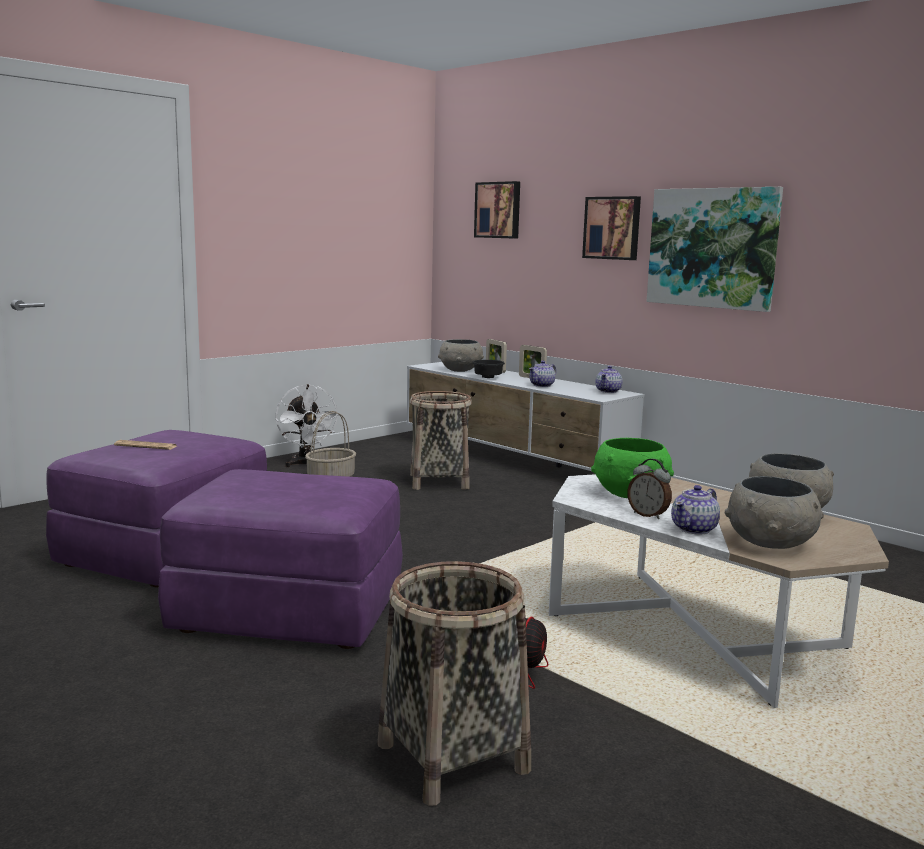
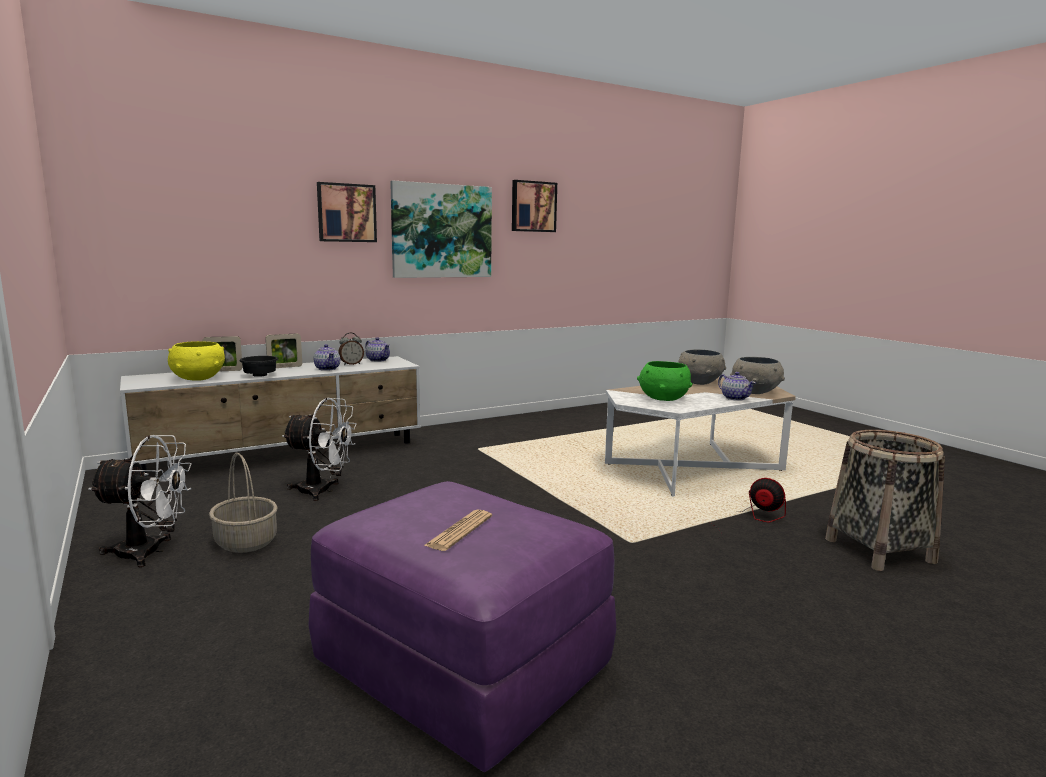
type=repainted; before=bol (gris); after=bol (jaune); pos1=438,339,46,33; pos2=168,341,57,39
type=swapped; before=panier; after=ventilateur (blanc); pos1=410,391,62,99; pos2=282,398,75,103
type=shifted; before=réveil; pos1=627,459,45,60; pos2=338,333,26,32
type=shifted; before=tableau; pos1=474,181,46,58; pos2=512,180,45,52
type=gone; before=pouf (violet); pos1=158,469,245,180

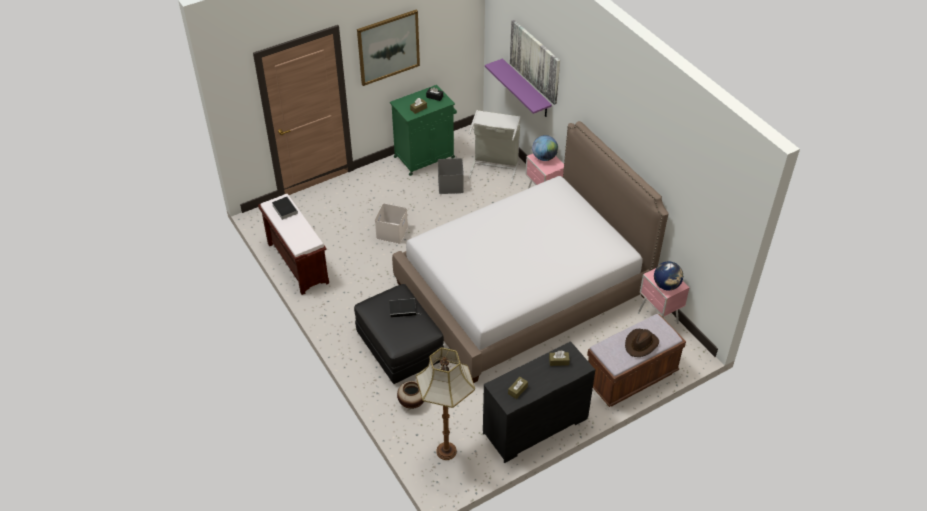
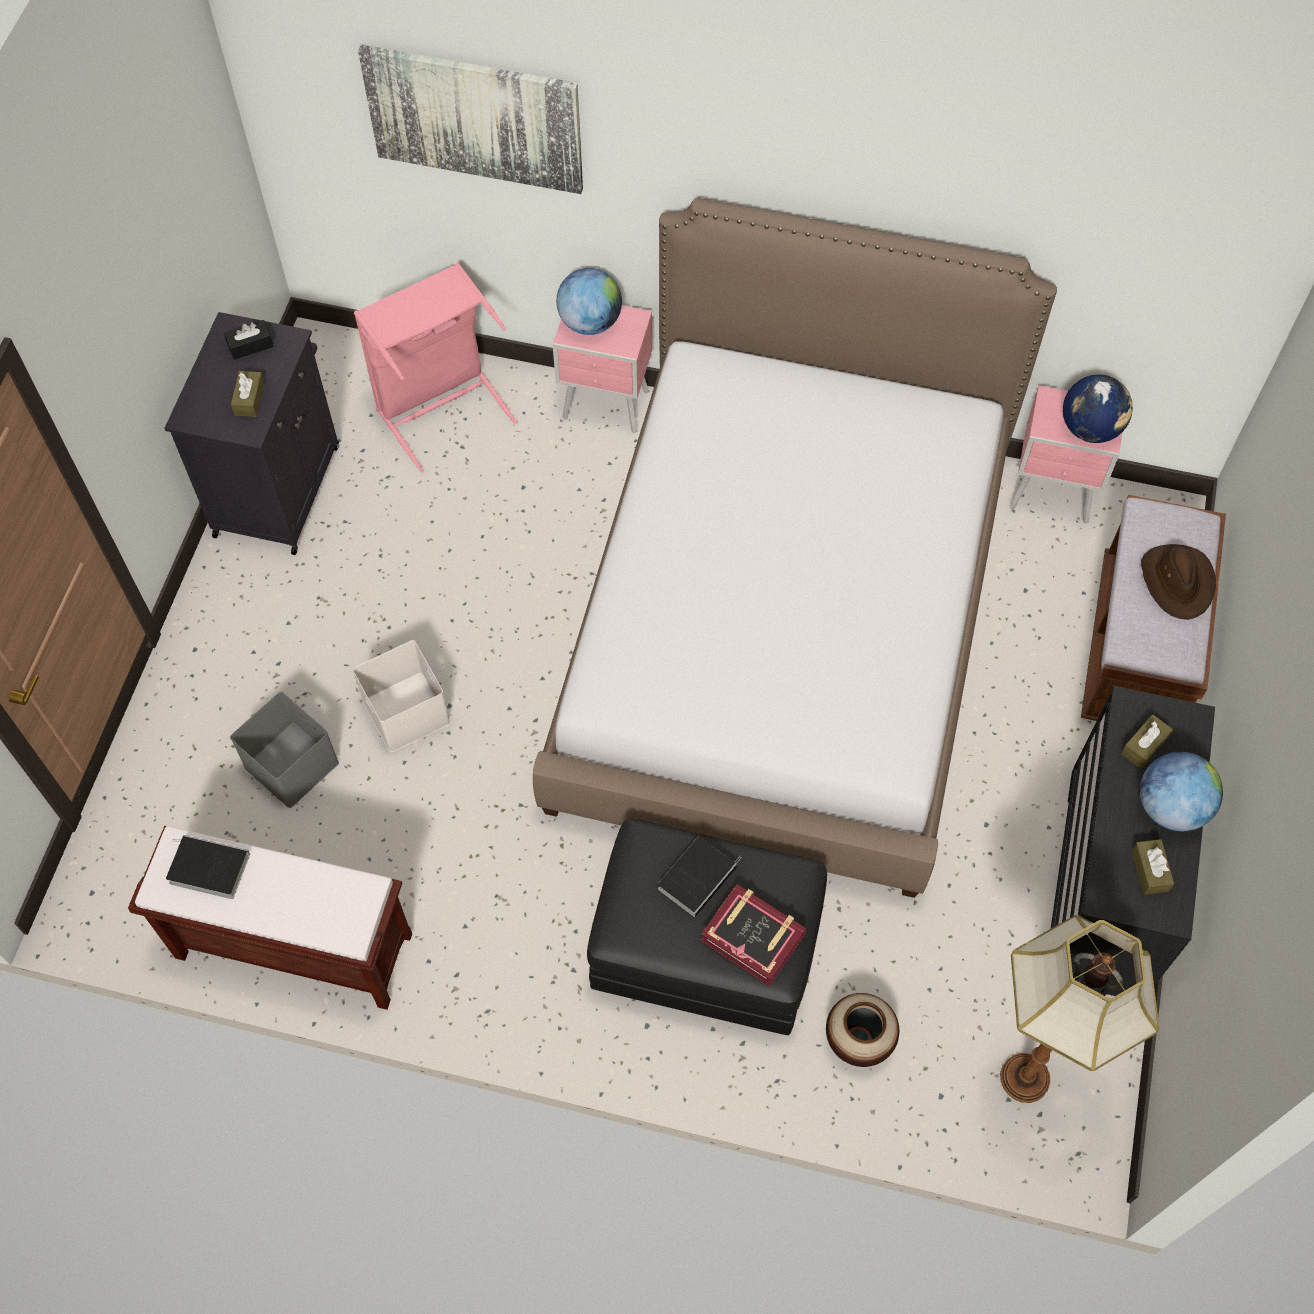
type=repainted; before=meuble de rangement (vert); after=meuble de rangement (noir); pos1=390,85,67,91; pos2=164,312,175,243
type=shifted; before=boîte de rangement (gris); pos1=438,158,26,36; pos2=230,692,109,116
type=repainted; before=panier à linge (gris); after=panier à linge (rose); pos1=468,110,53,75; pos2=354,263,163,209
type=new; after=livre; pos2=701,884,105,103
type=new; after=globe; pos2=1140,752,83,79
type=gone; before=tableau; pos1=357,10,63,76
type=gone; before=étagère (violet); pos1=485,58,67,59

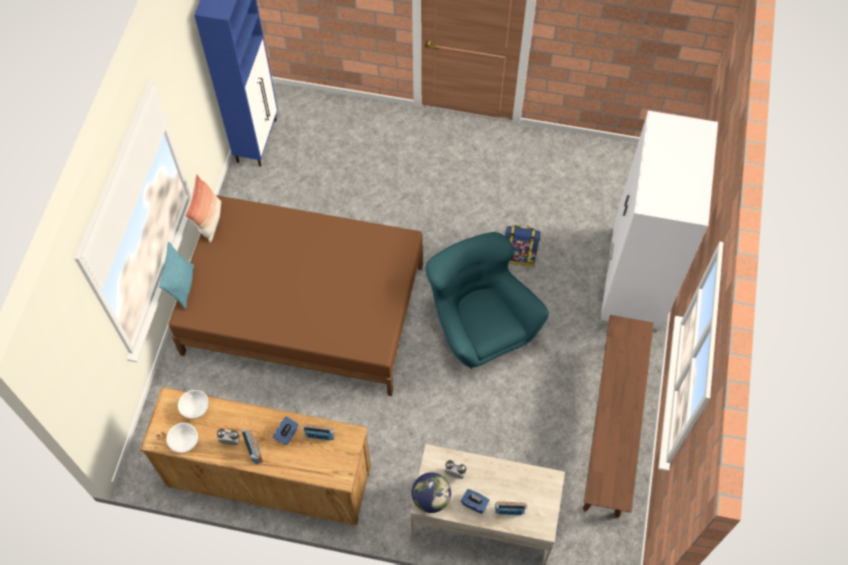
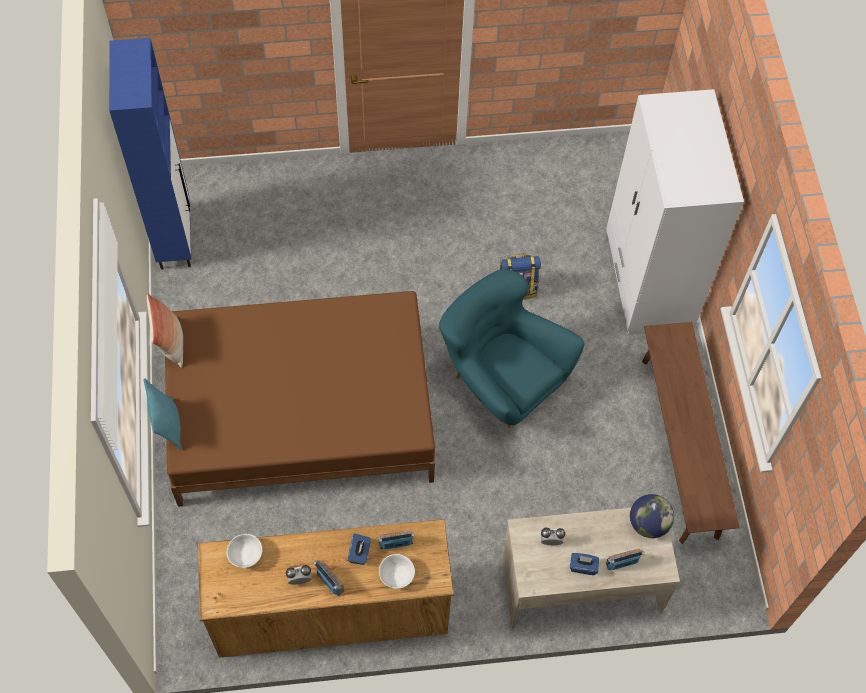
type=shifted; before=bol (blanc); pos1=166,423,32,30; pos2=379,554,36,35
type=shifted; before=globe; pos1=412,472,39,41; pos2=630,494,44,44

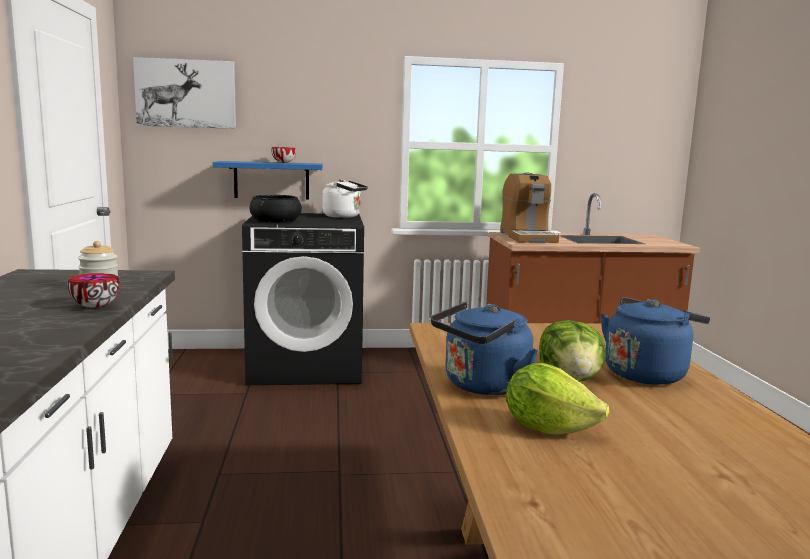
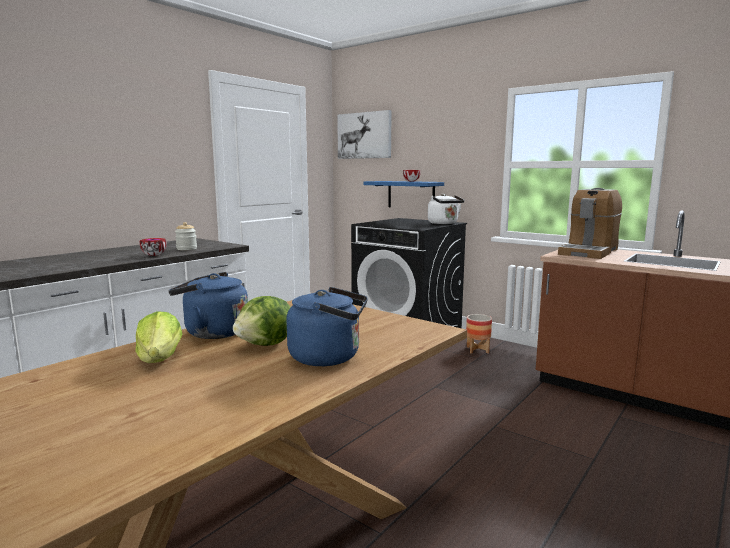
type=new; after=cache-pot; pos2=466,314,26,40
type=gone; before=bol (noir); pos1=250,195,52,28

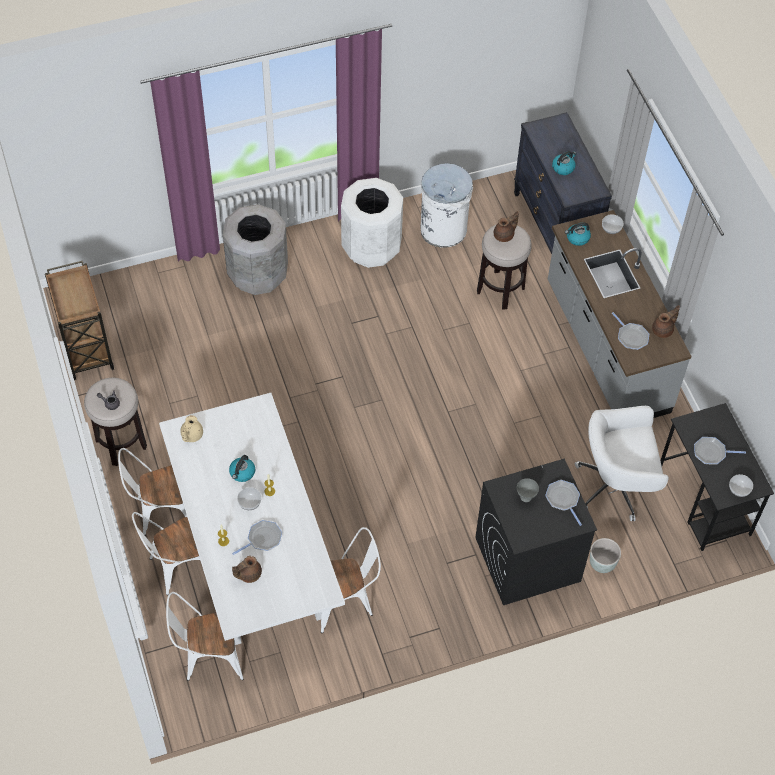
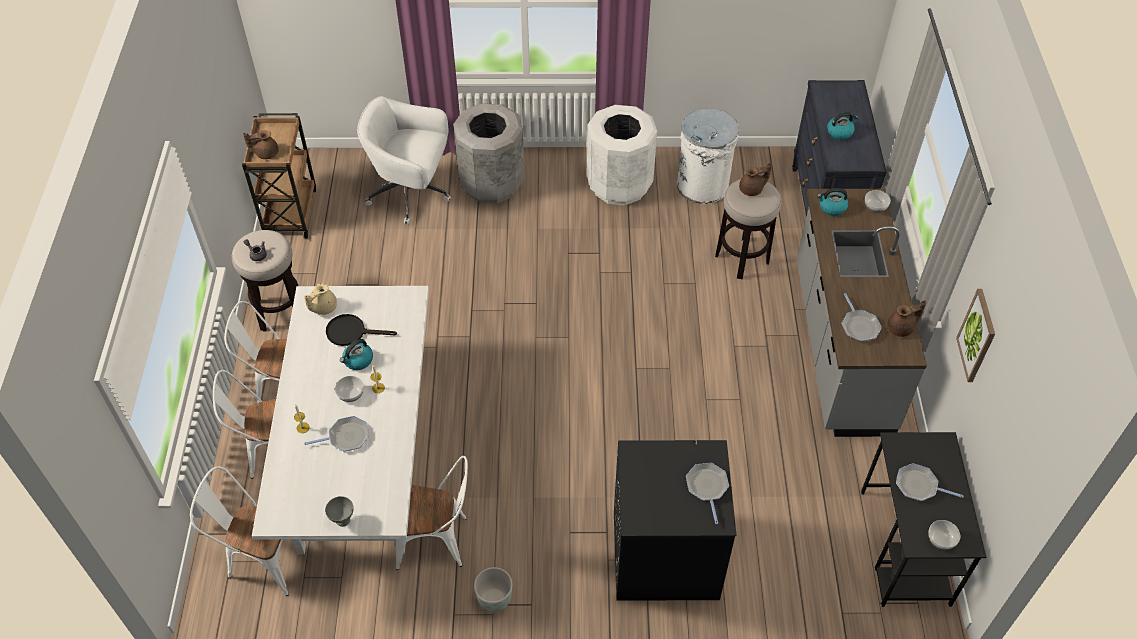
type=shifted; before=théière (marron); pos1=232,556,30,27; pos2=243,130,36,29
type=shifted; before=bol (gris); pos1=517,478,22,24; pos2=325,496,29,31
type=new; after=poêle (noir); pos2=326,314,71,32
type=shifted; before=chaise de bureau (blanc); pos1=575,406,94,115; pos2=357,96,94,129
type=shifted; before=cache-pot (gris); pos1=590,538,31,35; pos2=474,567,38,45
type=new; after=tableau; pos2=956,289,39,93

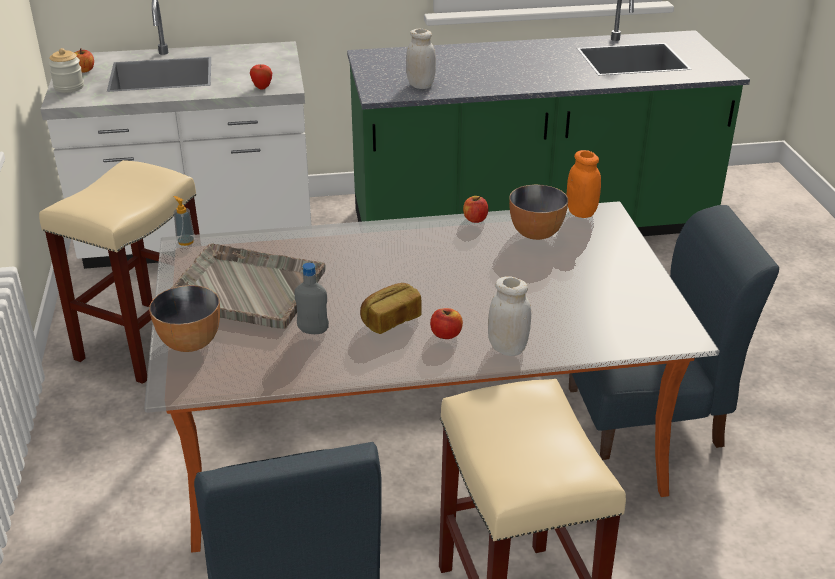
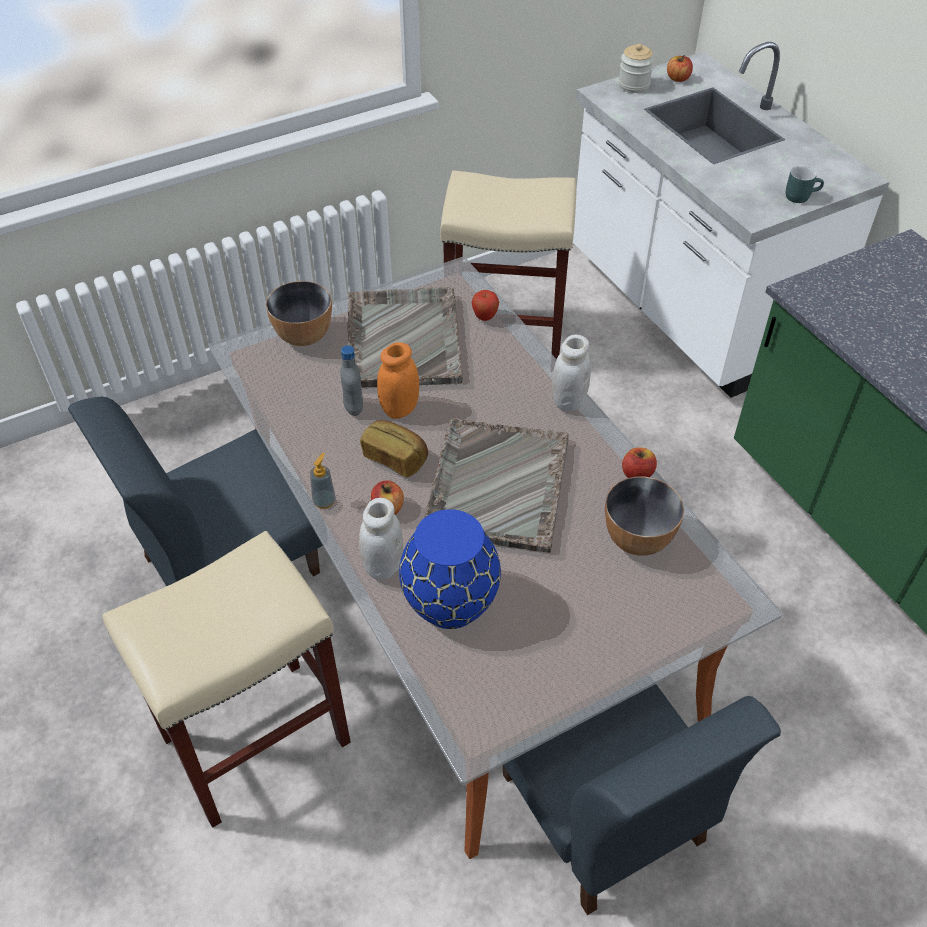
type=shifted; before=distributeur de savon; pos1=173,196,22,50; pos2=310,453,26,56
type=shifted; before=bocal (orange); pos1=567,150,34,68; pos2=377,342,42,77
type=new; after=vase (bleu); pos2=399,509,102,120
type=new; after=plateau (gris); pos2=425,418,144,135
type=shifted; before=pomme; pos1=250,64,22,26; pos2=472,290,27,31
type=shifted; before=bocal (blanc); pos1=406,29,30,60; pos2=552,335,39,76
type=new; after=mug (turquoise); pos2=786,166,38,37

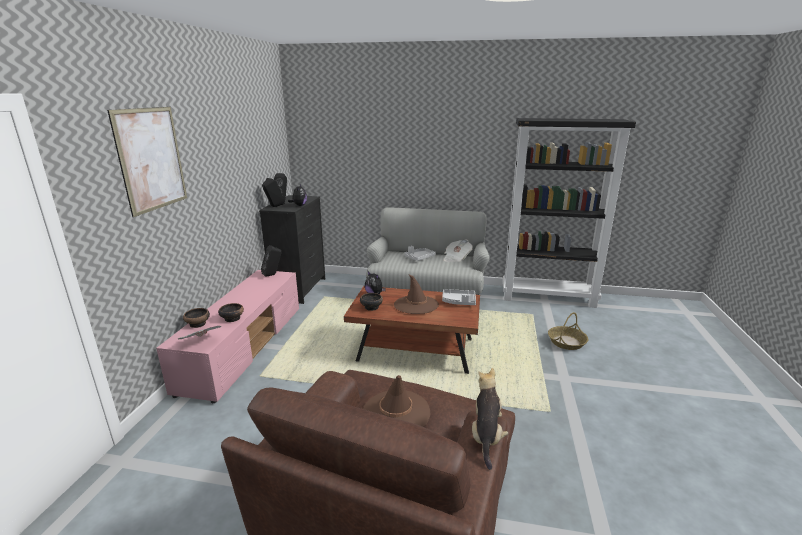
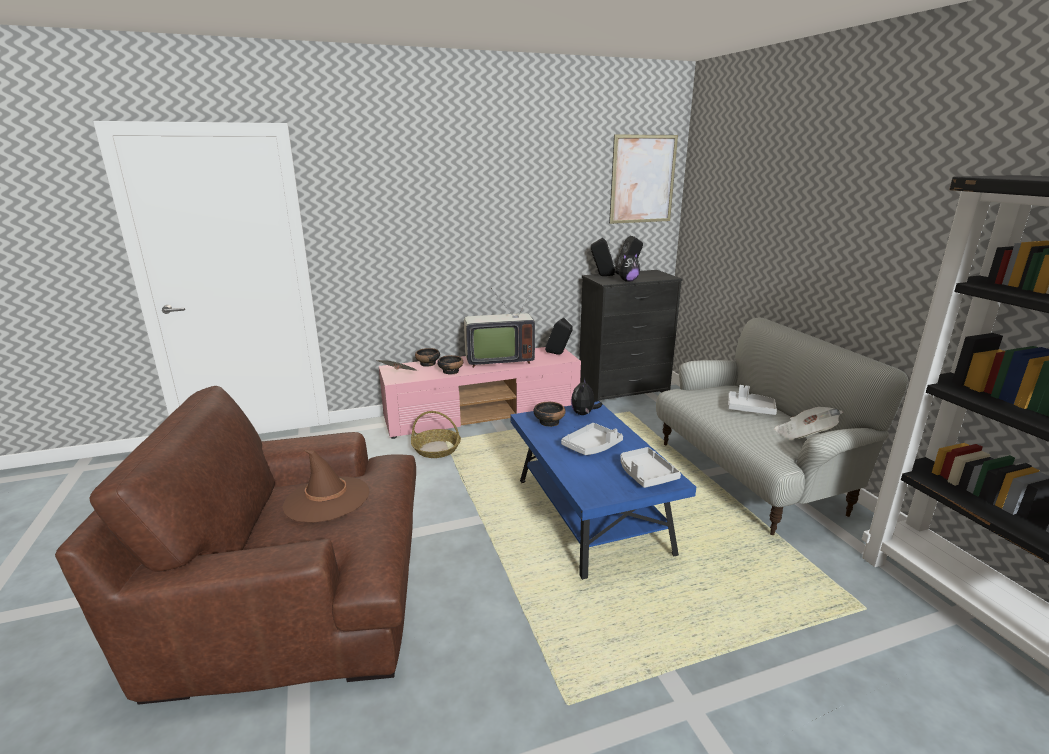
type=shifted; before=panier; pos1=548,312,40,38; pos2=411,411,50,47
type=new; after=téléviseur; pos2=464,283,72,85
type=repainted; before=table basse (marron); after=table basse (bleu); pos1=344,286,136,88; pos2=510,401,186,179
type=swapped; before=chapeau (marron); after=plateau (gris); pos1=394,274,45,40; pos2=561,423,62,32
type=shifted; before=tableau; pos1=107,107,80,110; pos2=609,134,69,90
type=gone; before=peluche; pos1=472,368,36,102

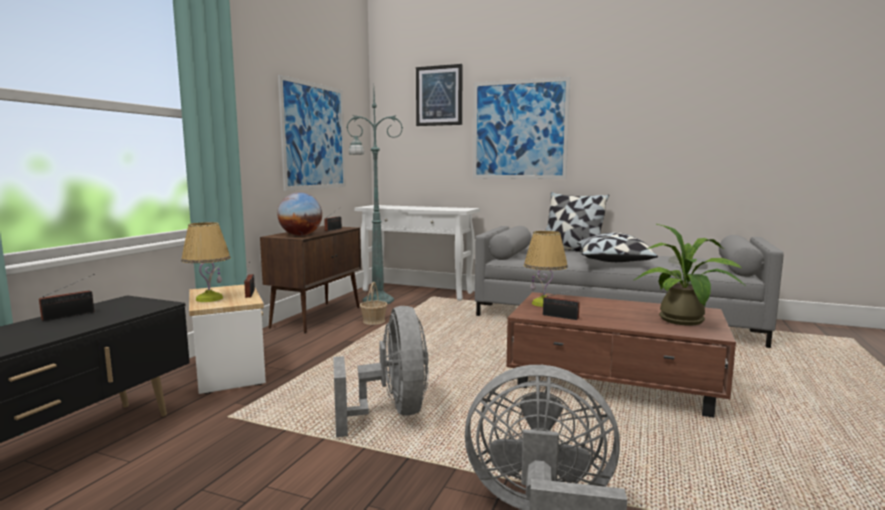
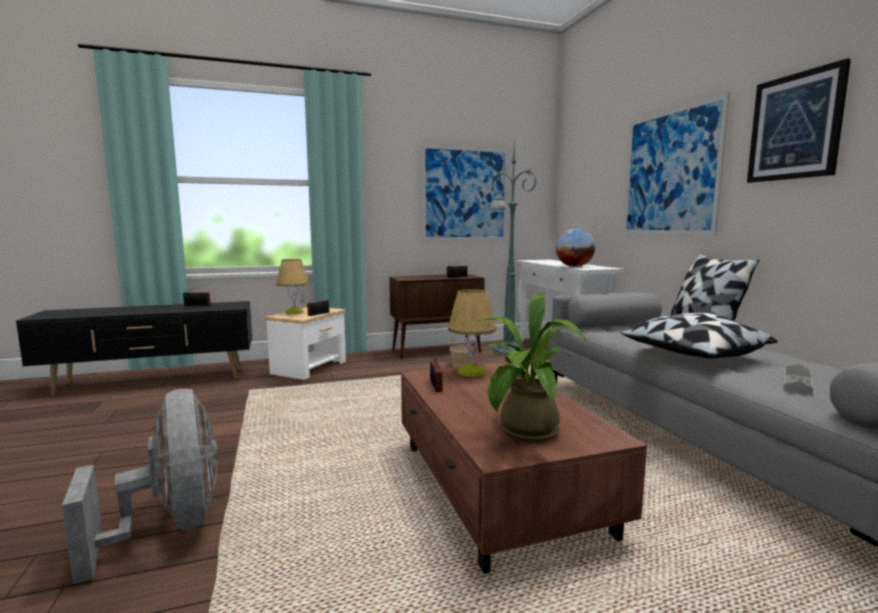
type=shifted; before=globe; pos1=277,192,45,44; pos2=556,228,39,39
type=shifted; before=tableau; pos1=416,64,47,62; pos2=747,58,104,125
type=gone; before=ventilateur (gris); pos1=333,306,96,131

